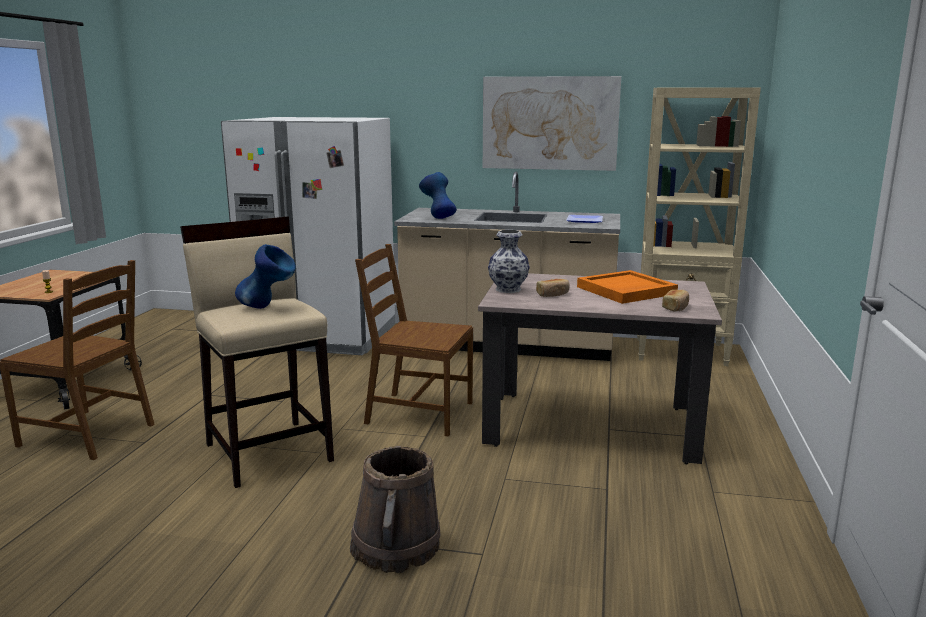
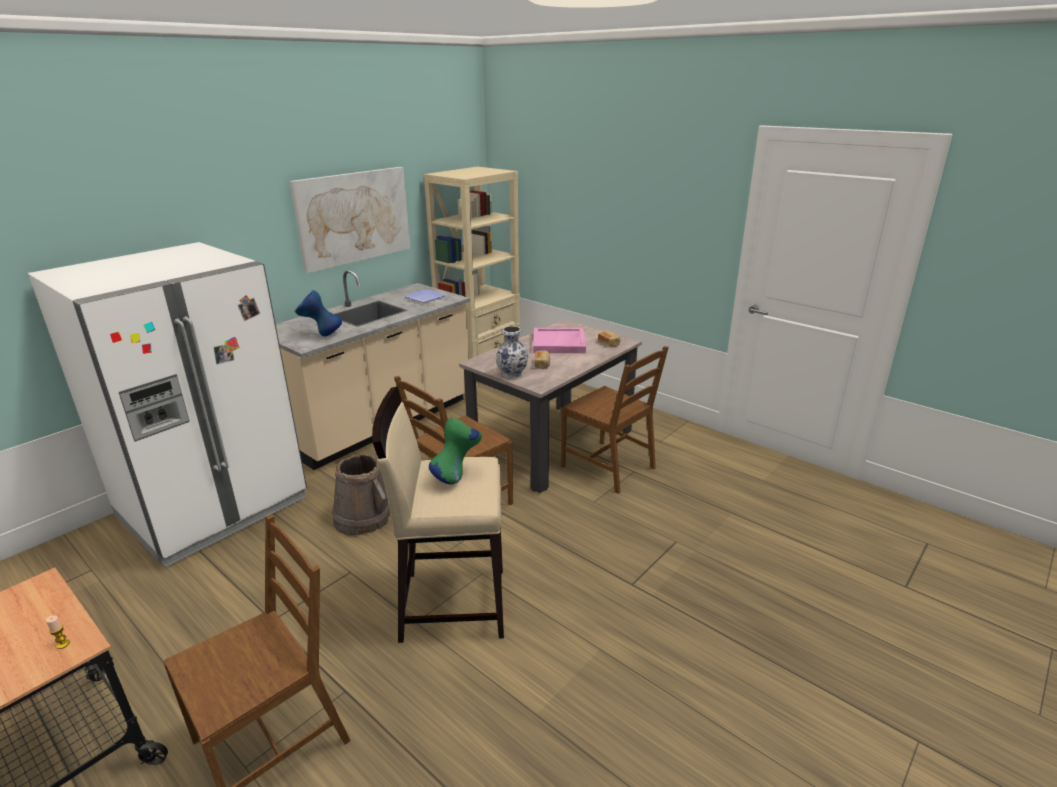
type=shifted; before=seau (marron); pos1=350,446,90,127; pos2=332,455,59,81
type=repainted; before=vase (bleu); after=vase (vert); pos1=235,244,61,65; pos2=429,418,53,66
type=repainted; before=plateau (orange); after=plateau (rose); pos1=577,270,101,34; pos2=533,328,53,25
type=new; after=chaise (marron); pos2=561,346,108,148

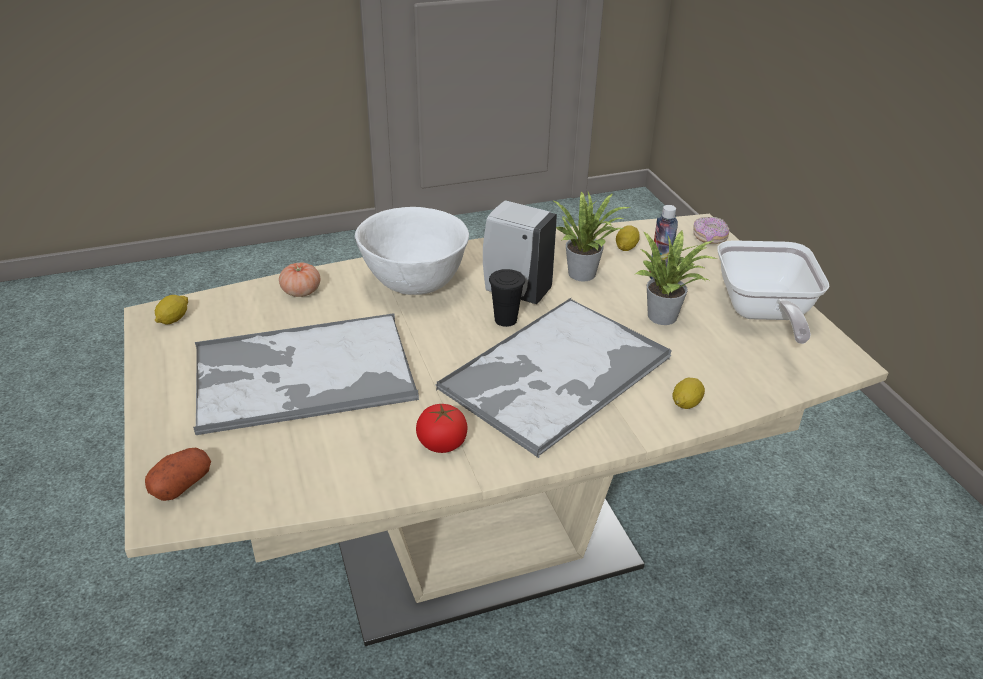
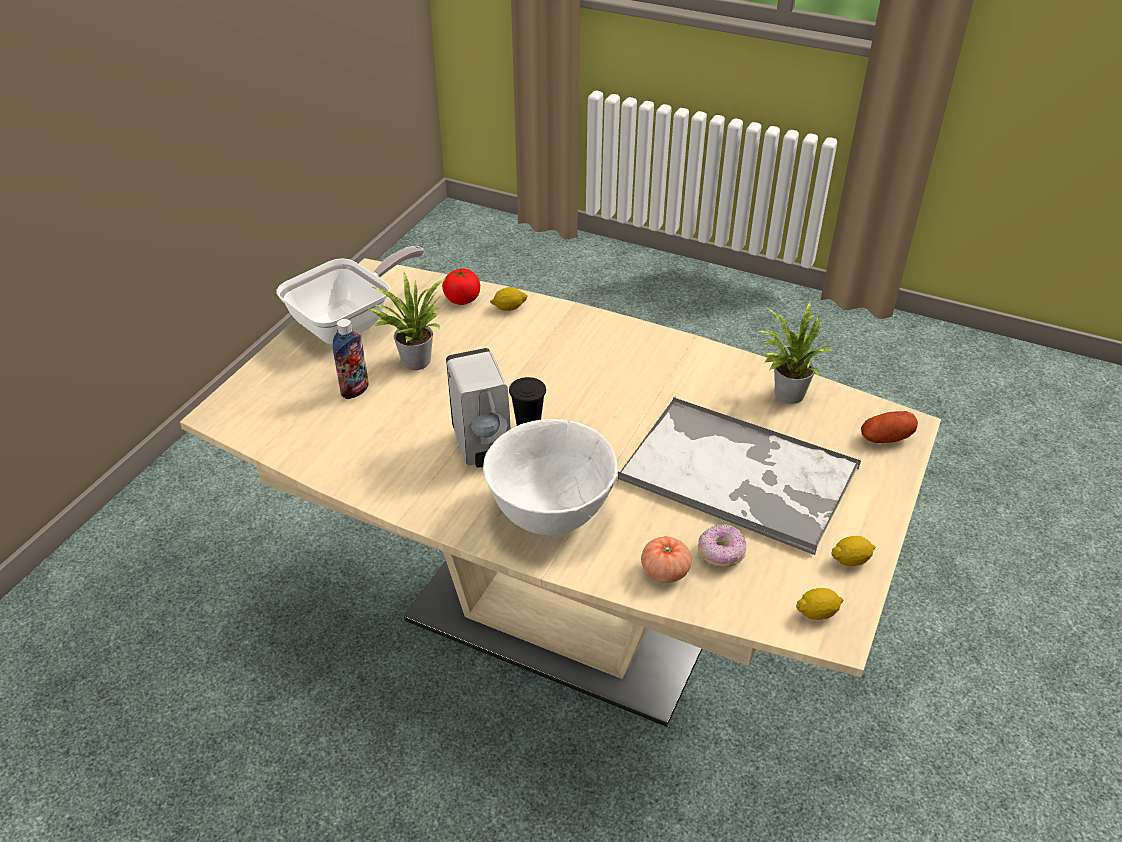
type=shifted; before=tomate; pos1=416,404,52,49; pos2=442,268,38,37
type=shifted; before=beignet; pos1=693,217,36,27; pos2=698,524,48,43
type=shifted; before=plante en pot; pos1=552,191,80,91; pos2=757,302,77,102
type=shifted; before=citron; pos1=616,226,24,25; pos2=831,536,44,30
type=gone; before=plateau; pos1=436,298,236,160

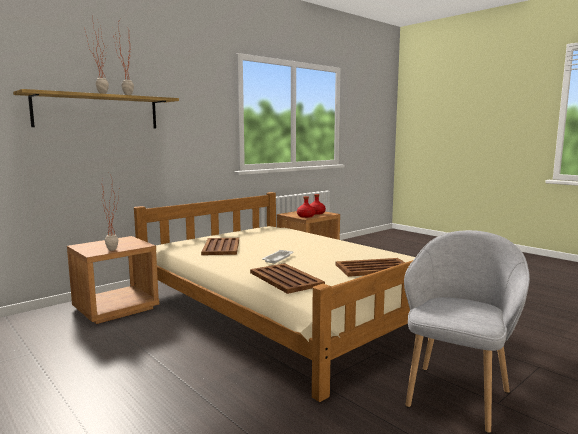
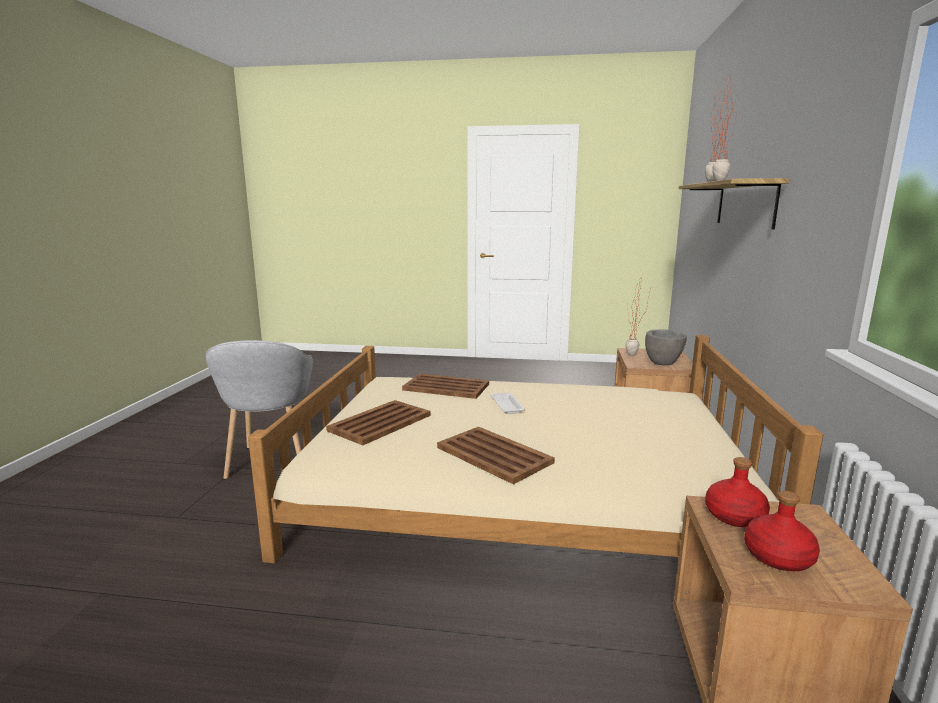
type=shifted; before=plateau (marron); pos1=201,238,38,17; pos2=437,427,118,57
type=new; after=bol (gris); pos2=645,330,42,35

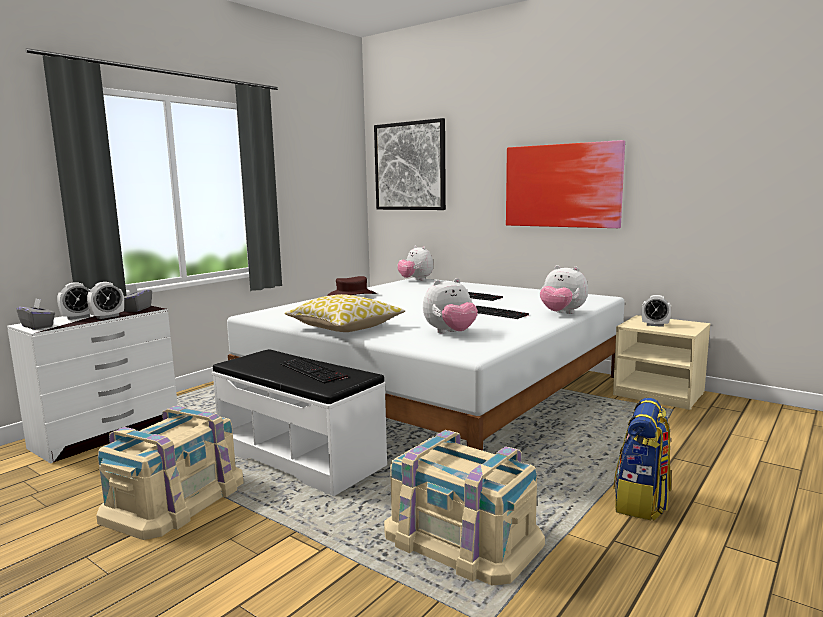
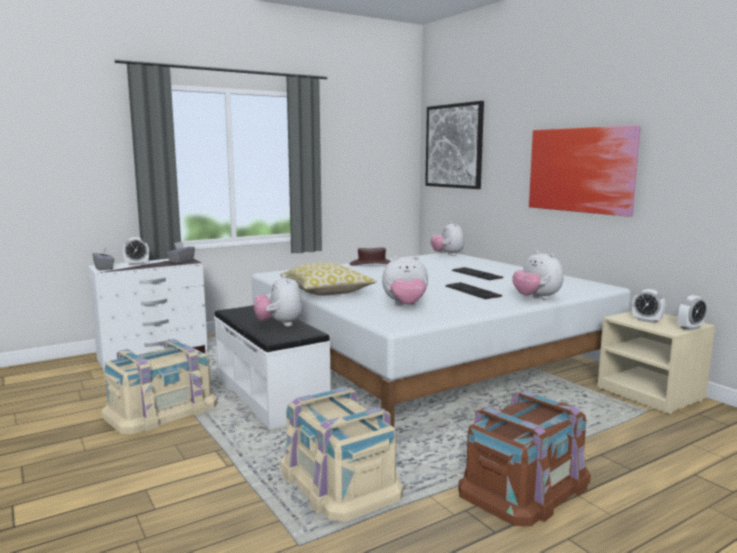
type=swapped; before=clavier; after=peluche; pos1=280,357,68,27; pos2=254,274,49,52
type=swapped; before=sac à dos; after=boîte de rangement (marron); pos1=613,398,58,123; pos2=458,390,132,136
type=shifted; before=réveil; pos1=87,282,37,37; pos2=678,295,29,35

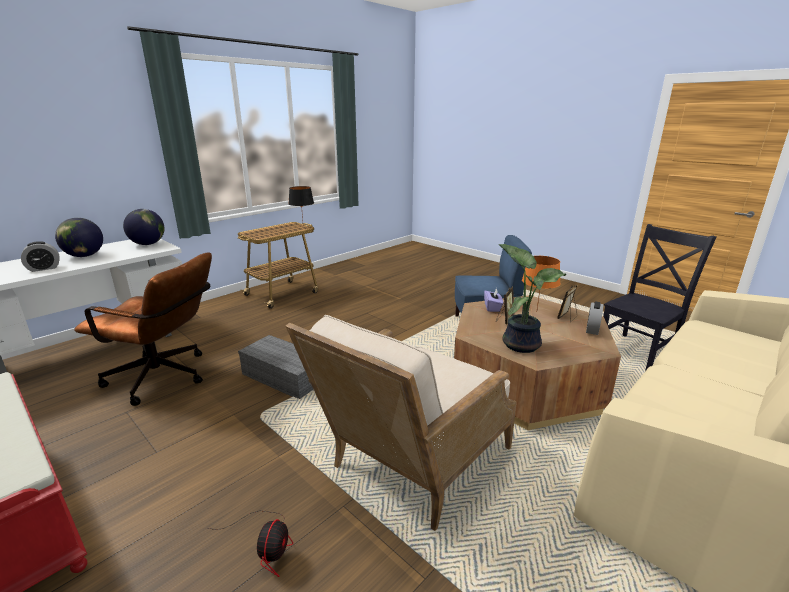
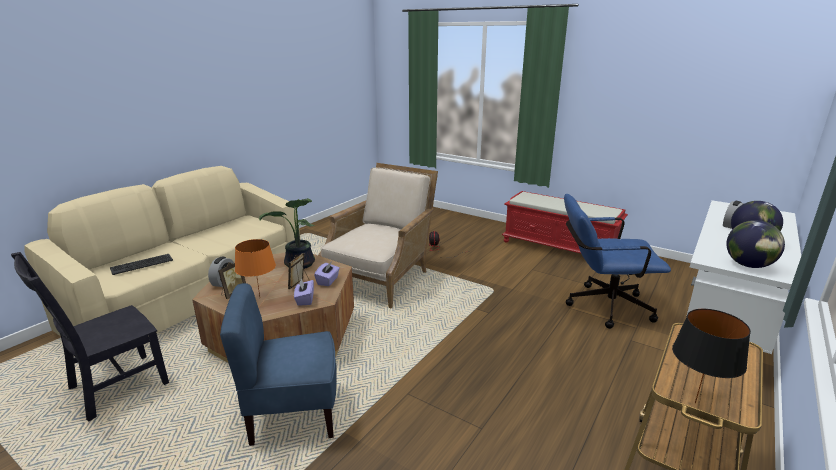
type=new; after=clavier; pos2=110,254,63,21
type=new; after=boîte à mouchoirs (violet); pos2=314,262,26,24
type=repainted; before=chaise de bureau (marron); after=chaise de bureau (bleu); pos1=74,252,138,154; pos2=564,194,107,135
type=gone; before=boîte de rangement (gris); pos1=238,335,75,64

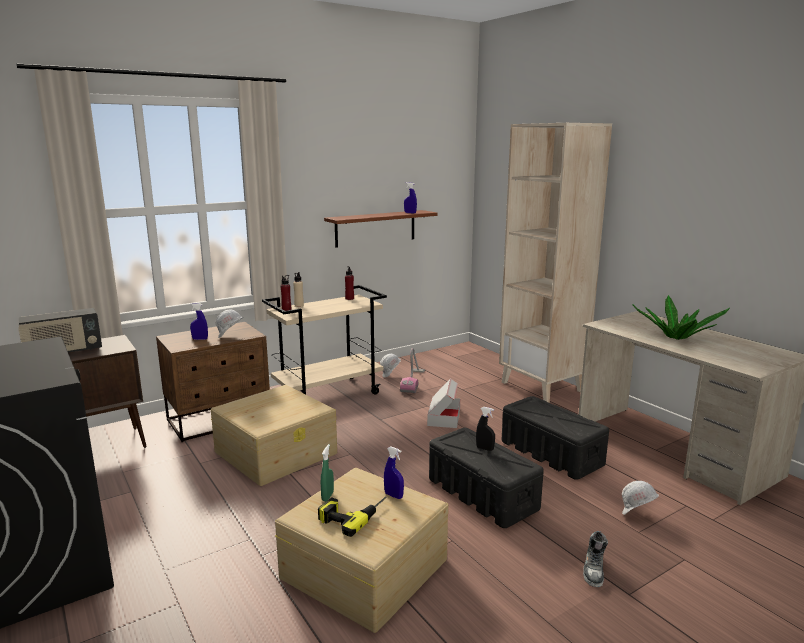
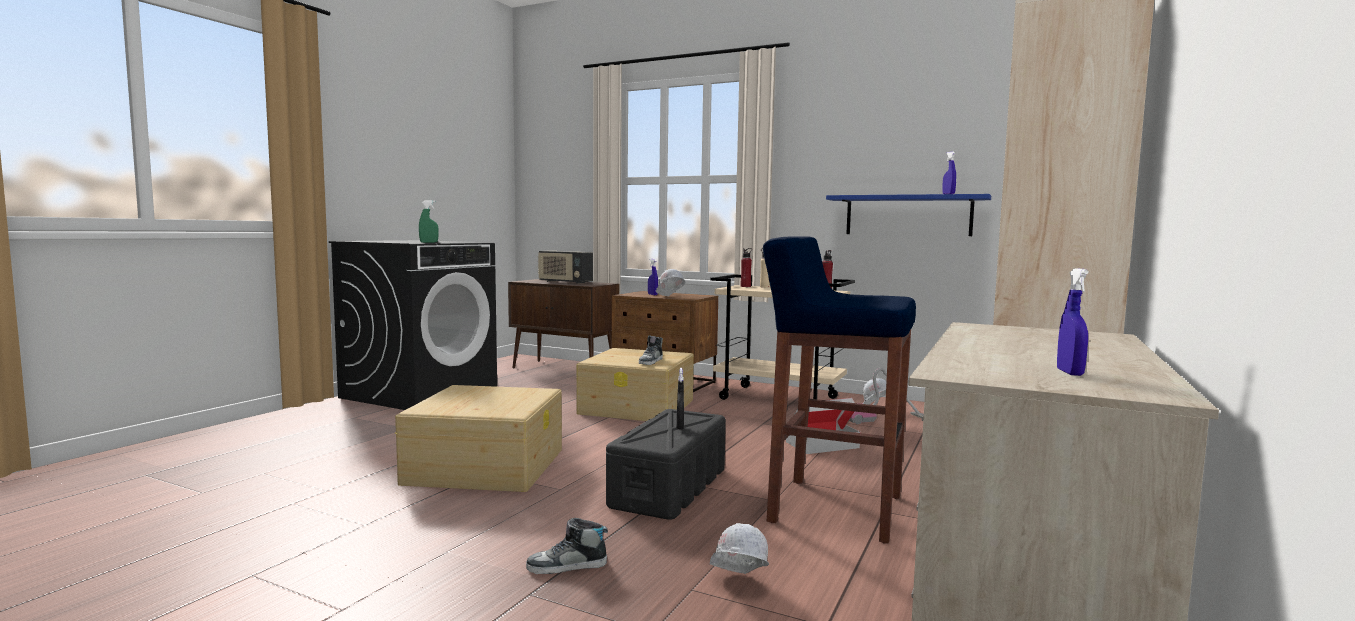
type=shifted; before=vaporisateur (vert); pos1=321,444,13,57; pos2=419,200,20,43
type=new; after=chaussure; pos2=639,336,24,29
type=swapped; before=boîte de rangement (noir); after=tabouret (bleu); pos1=502,396,107,84; pos2=763,236,153,308
type=repainted; before=étagère (marron); after=étagère (bleu); pos1=324,210,113,38; pos2=826,194,165,42
type=shifted; before=vaporisateur (bleu); pos1=384,446,20,53; pos2=1057,268,32,108
type=gone; before=perceuse; pos1=318,497,69,40
type=gone; before=plante en pot; pos1=633,295,97,45

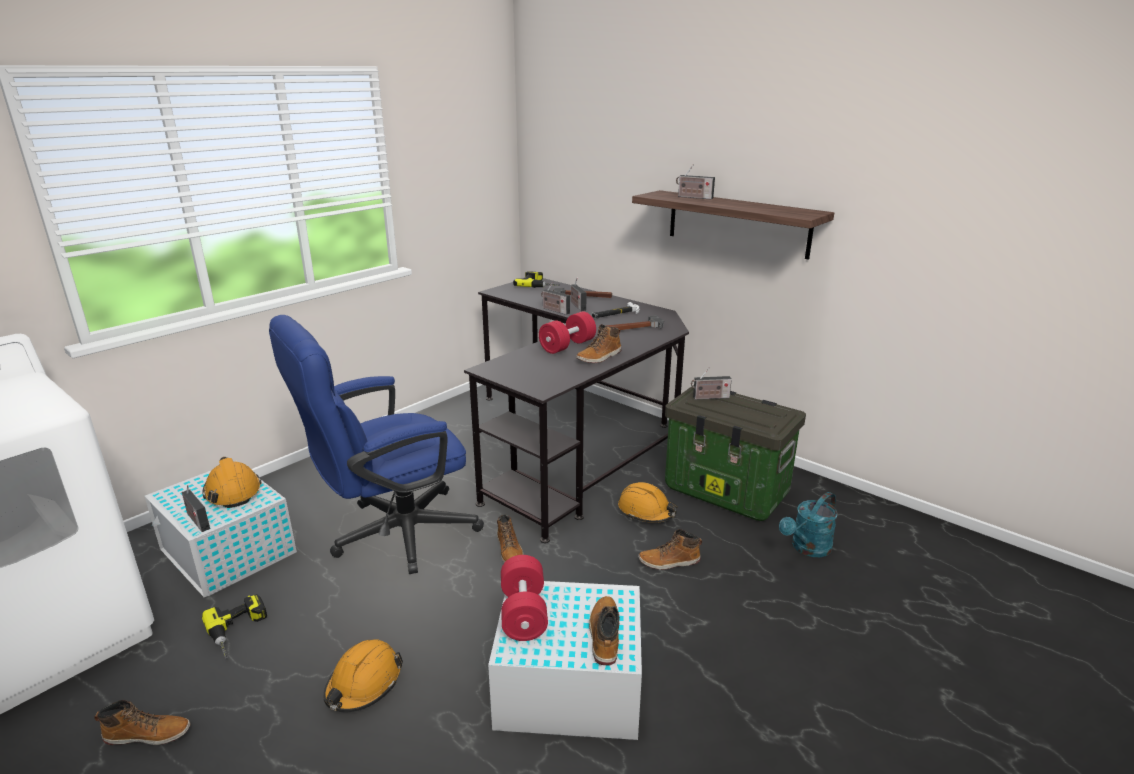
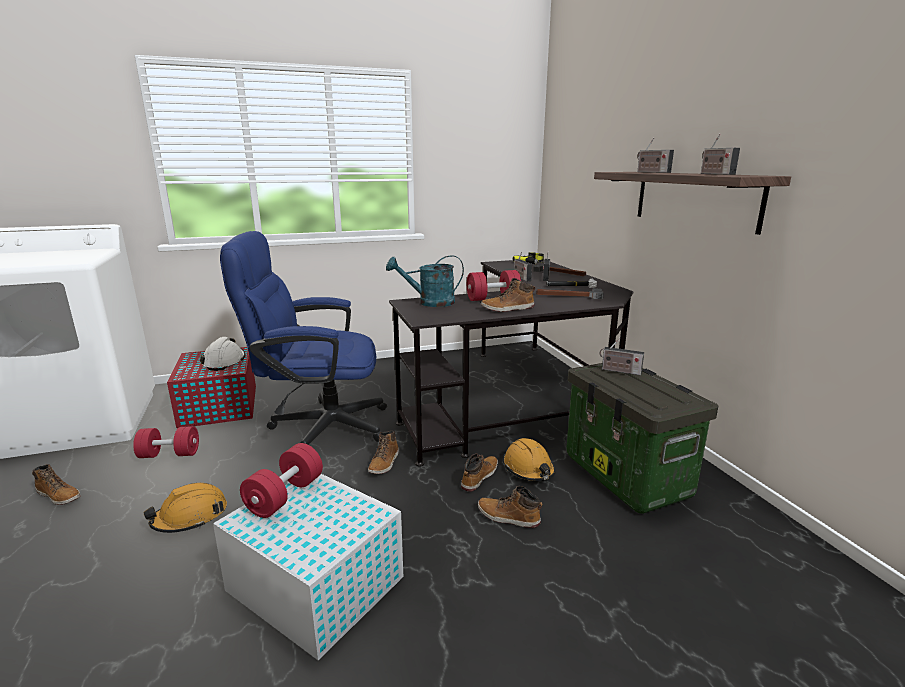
type=swapped; before=perceuse; after=haltère (rouge); pos1=202,594,65,64; pos2=133,426,66,32
type=repainted; before=boîte de rangement (blanc); after=boîte de rangement (rouge); pos1=144,461,153,136; pos2=167,347,89,81
type=repainted; before=casque de chantier (orange); after=casque de chantier (blanc); pos1=202,457,60,51; pos2=200,337,46,34
type=shifted; before=arrosoir (turquoise); pos1=779,492,59,65; pos2=386,255,78,52
type=shifted; before=botte; pos1=589,596,31,70; pos2=461,453,37,39
type=shifted; before=radio; pos1=182,485,28,47; pos2=701,134,39,41

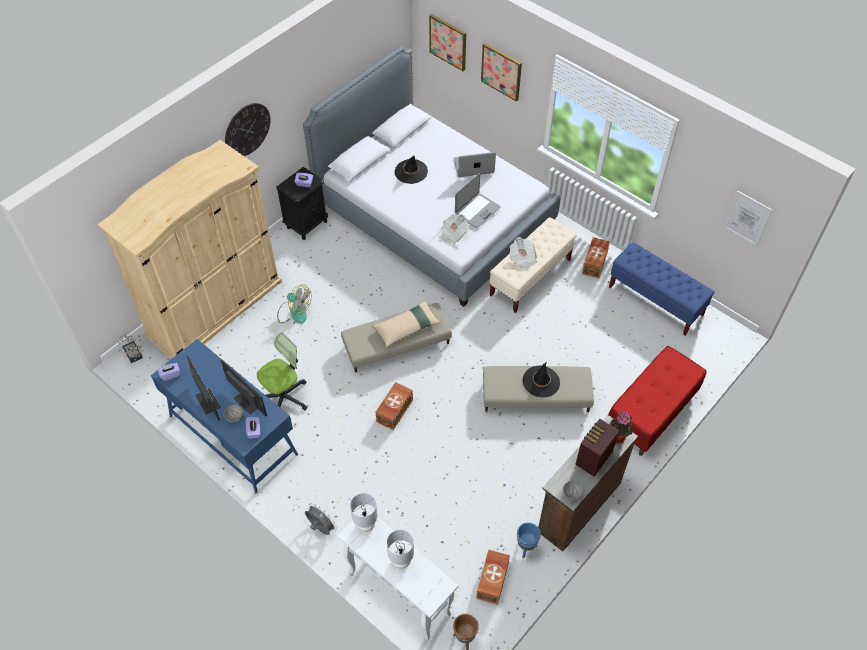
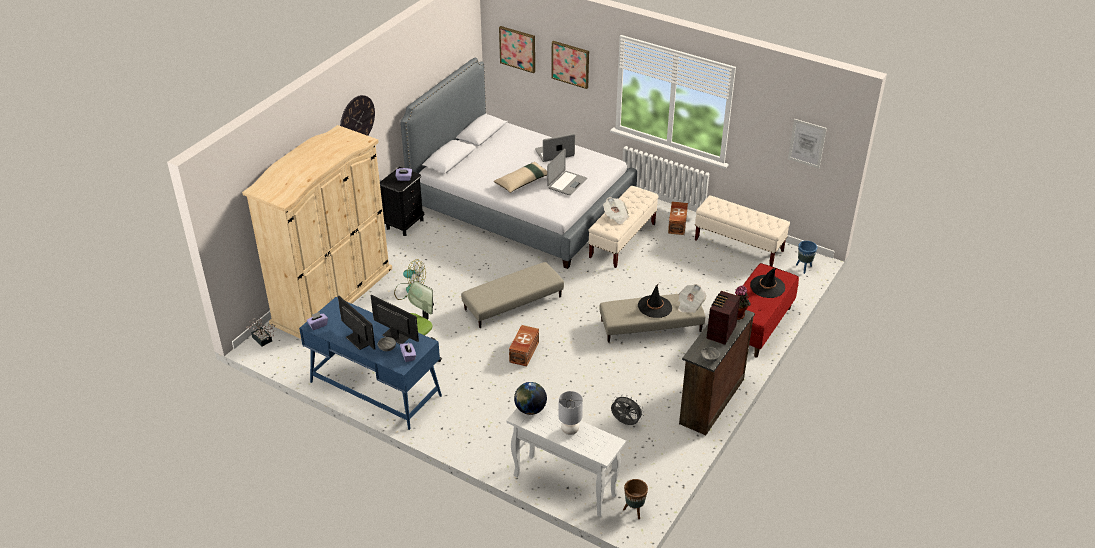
type=shifted; before=coussin (beige); pos1=372,301,68,47; pos2=494,162,53,31
type=swapped; before=lampe de table (gris); after=globe; pos1=350,493,28,39; pos2=514,382,33,33
type=shifted; before=ventilateur (gris); pos1=305,503,32,32; pos2=611,394,33,31
type=shifted; before=journal; pos1=439,214,30,31; pos2=678,284,28,29
type=repainted; before=banc (bleu); after=banc (beige); pos1=609,242,105,94; pos2=695,195,95,71
type=shifted; before=chapeau (noir); pos1=395,155,33,29; pos2=750,268,35,30
type=shifted; before=cache-pot (bleu); pos1=517,522,24,36; pos2=796,241,21,33
type=gone; before=boîte de rangement (marron); pos1=476,549,34,56

